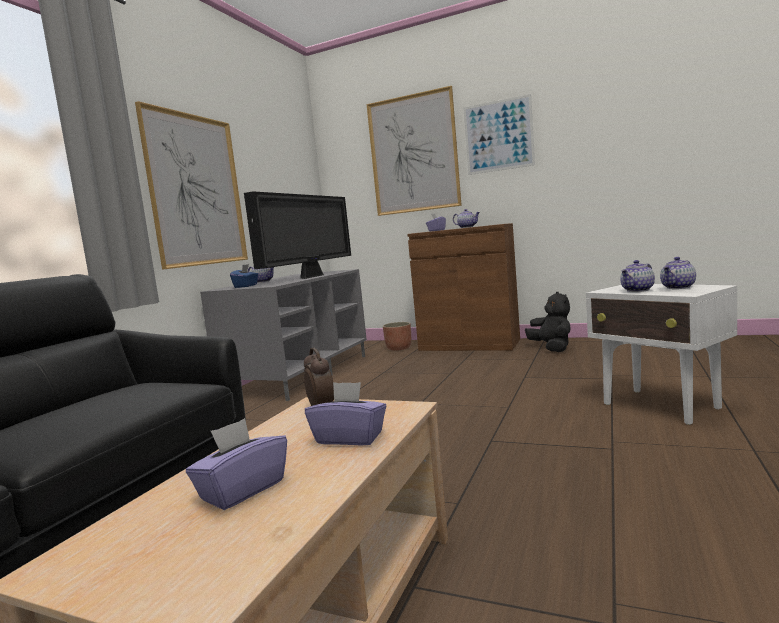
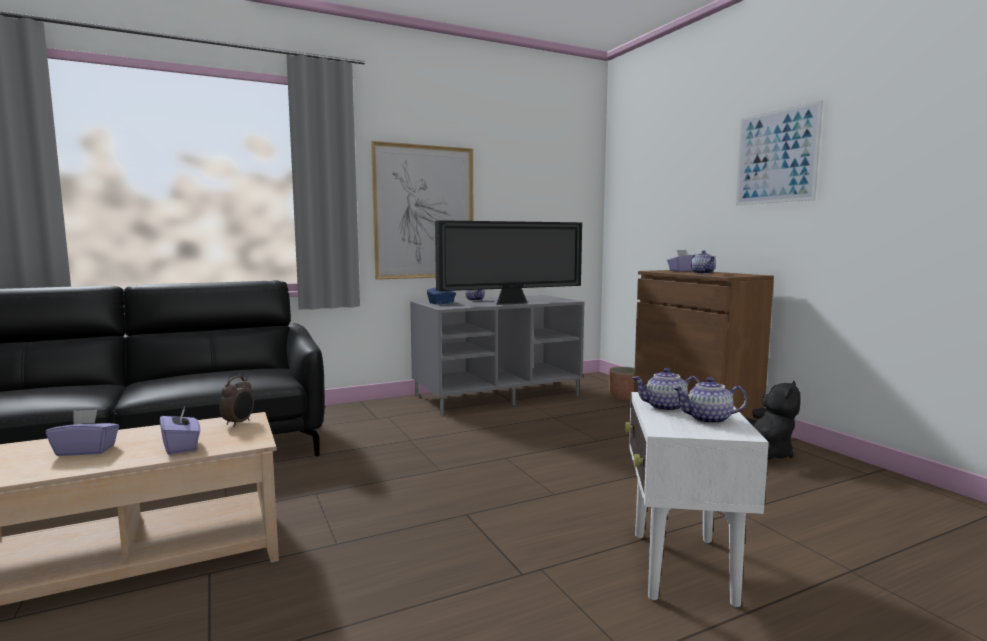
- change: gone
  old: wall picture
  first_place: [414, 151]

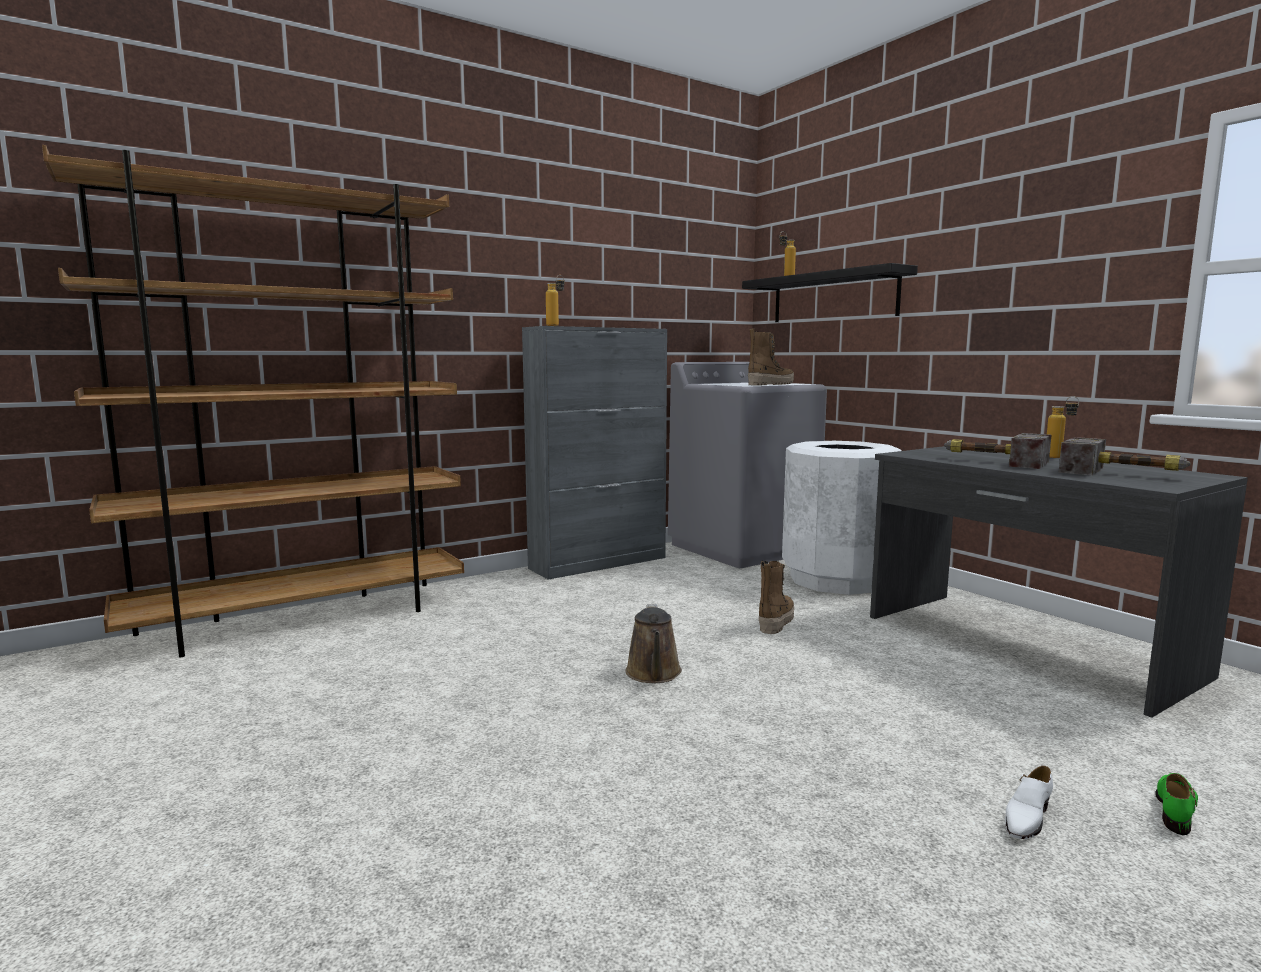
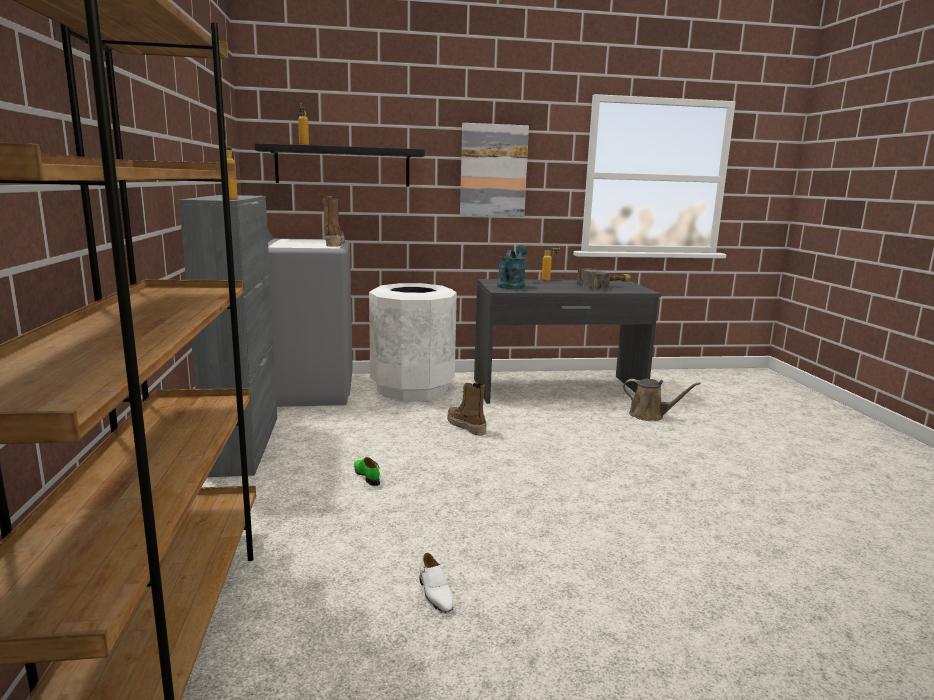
- change: gone
  old: tool hammer
  first_place: [998, 451]
- change: new
  new: wall picture
  second_place: [494, 169]
- change: new
  new: sprinkling can/turquoise-coloured
  second_place: [512, 267]
- change: shifted
  old: sprinkling can/brownish
  first_place: [654, 643]
  second_place: [662, 400]
- change: shifted
  old: item of footwear/white-coloured
  first_place: [1029, 802]
  second_place: [436, 583]
- change: shifted
  old: item of footwear/green-coloured
  first_place: [1177, 804]
  second_place: [367, 471]

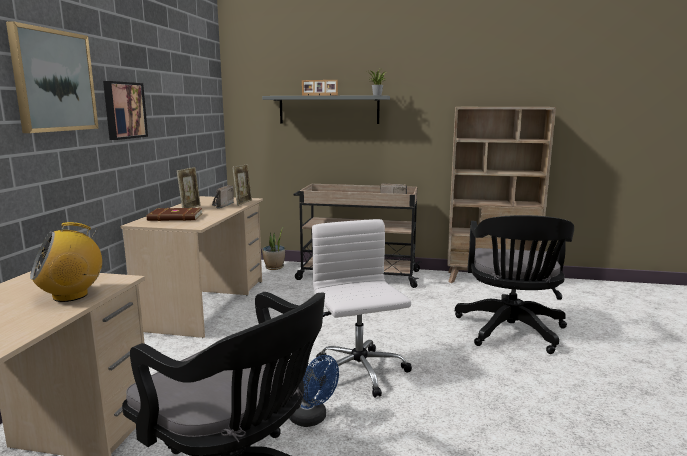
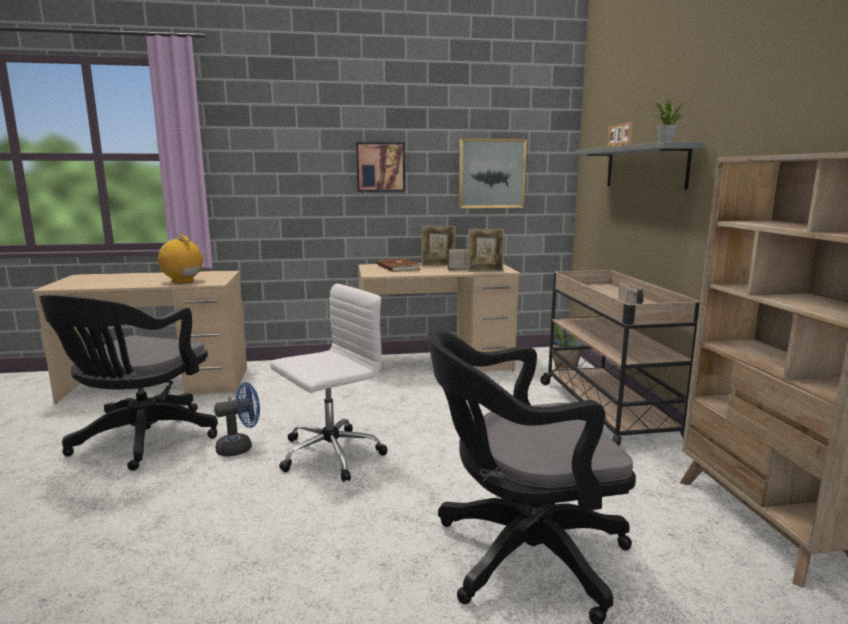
- change: shifted
  old: wall picture
  first_place: [52, 77]
  second_place: [492, 173]
- change: rotated
  old: electric fan/blue
  first_place: [314, 391]
  second_place: [237, 420]
  degrees: -135

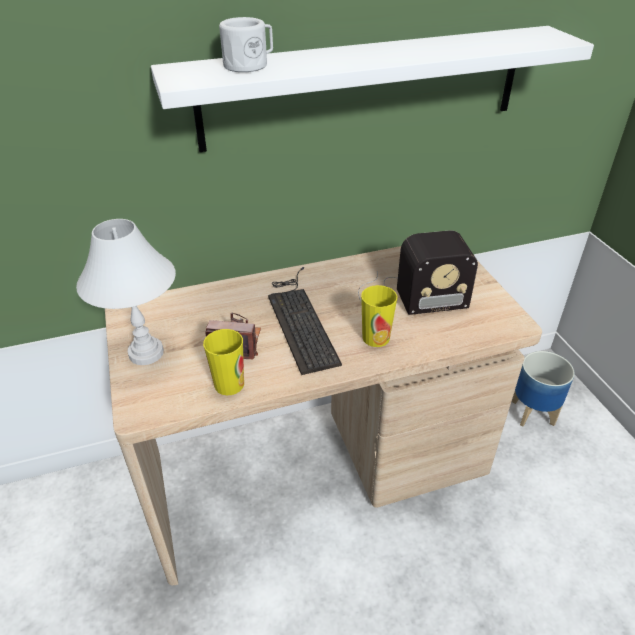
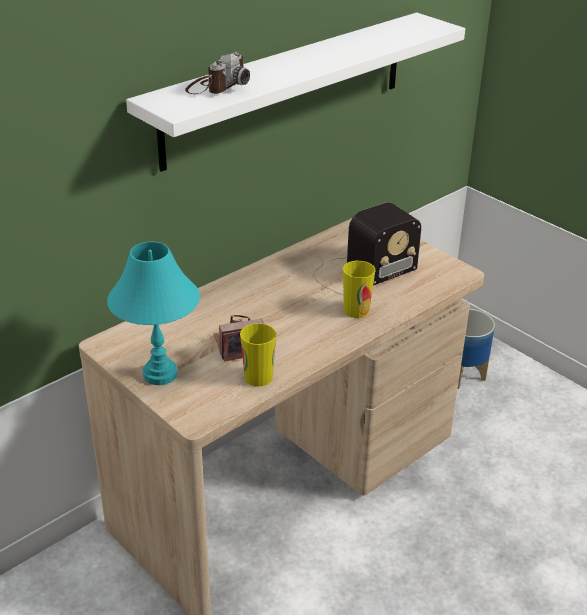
- change: gone
  old: computer keyboard
  first_place: [305, 321]
- change: swapped
  old: mug/white-coloured
  new: still camera
  first_place: [246, 44]
  second_place: [217, 73]
- change: repainted
  old: table lamp/white-coloured
  new: table lamp/turquoise-coloured
  first_place: [126, 292]
  second_place: [153, 313]

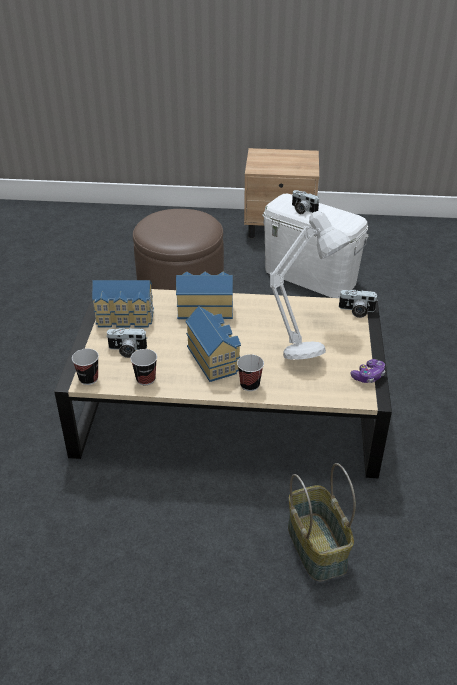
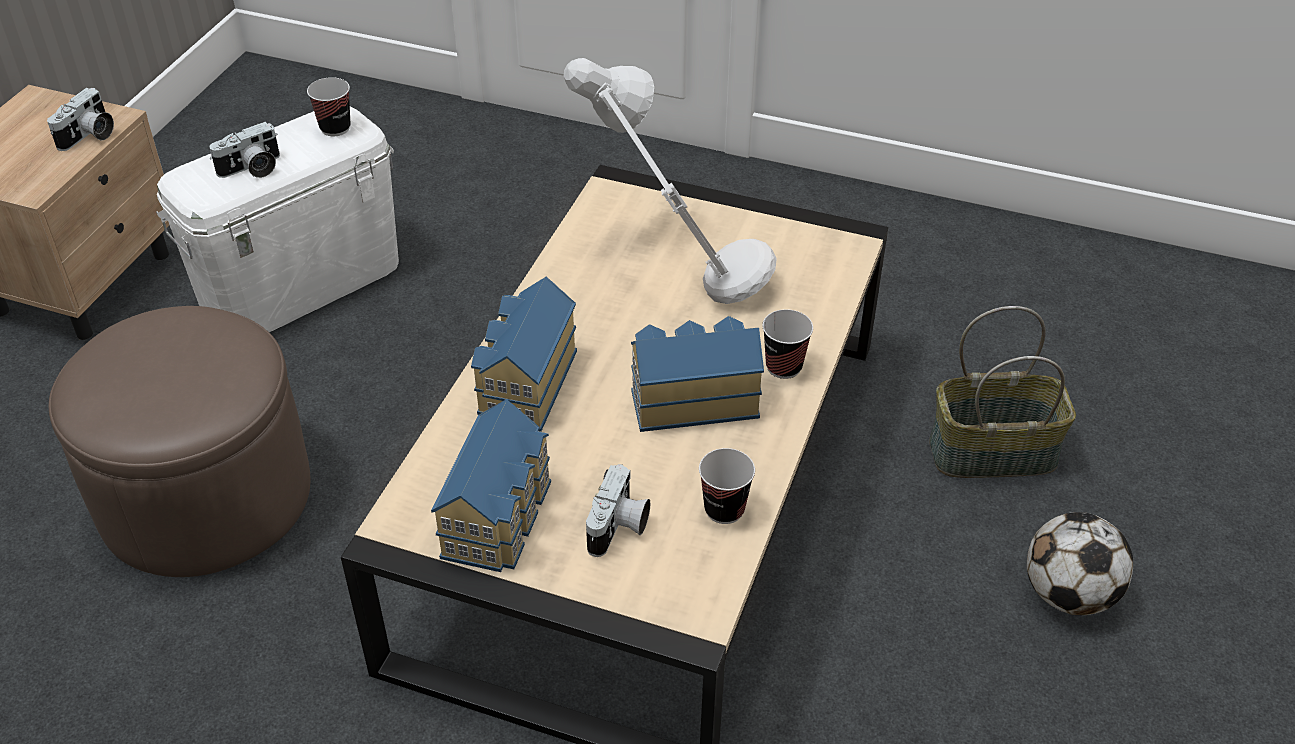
- change: gone
  old: game controller
  first_place: [368, 371]
- change: new
  new: football ball
  second_place: [1080, 563]
- change: shifted
  old: cup
  first_place: [85, 367]
  second_place: [328, 106]
- change: shifted
  old: still camera
  first_place: [357, 304]
  second_place: [80, 119]

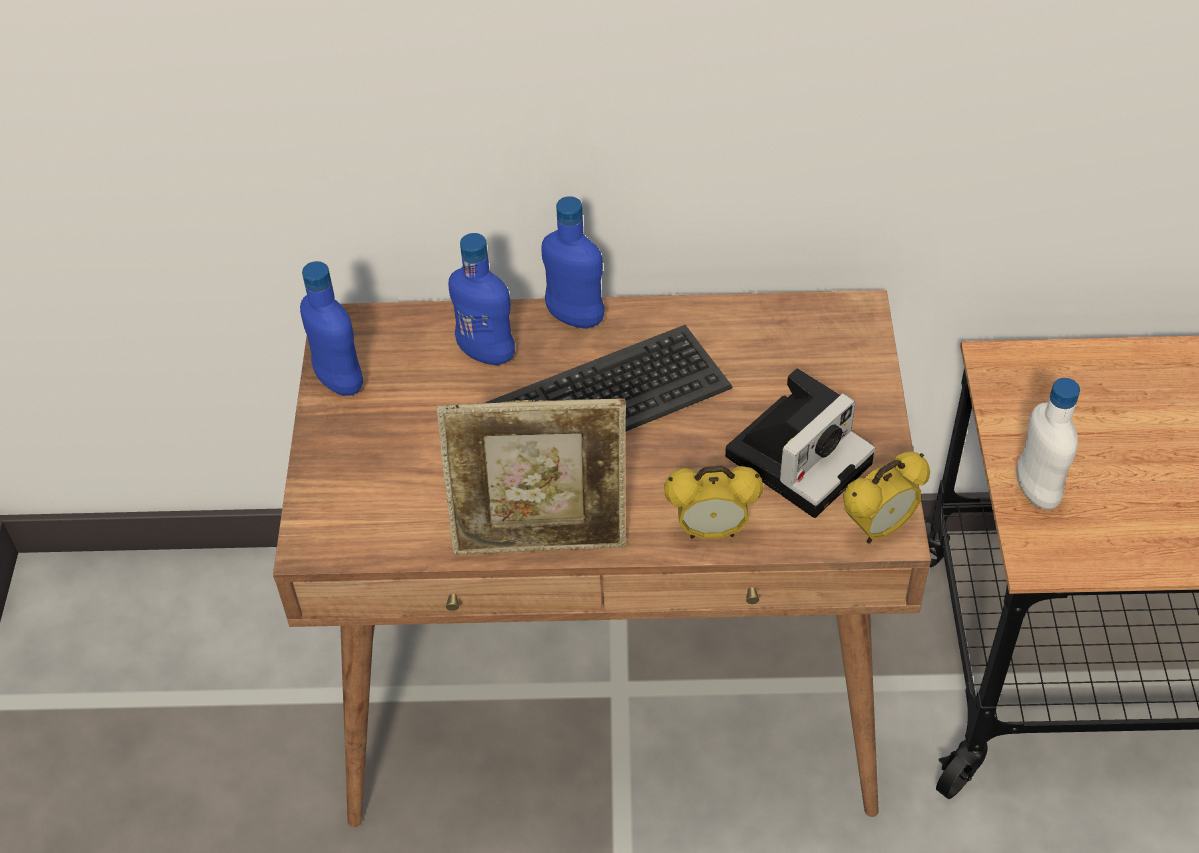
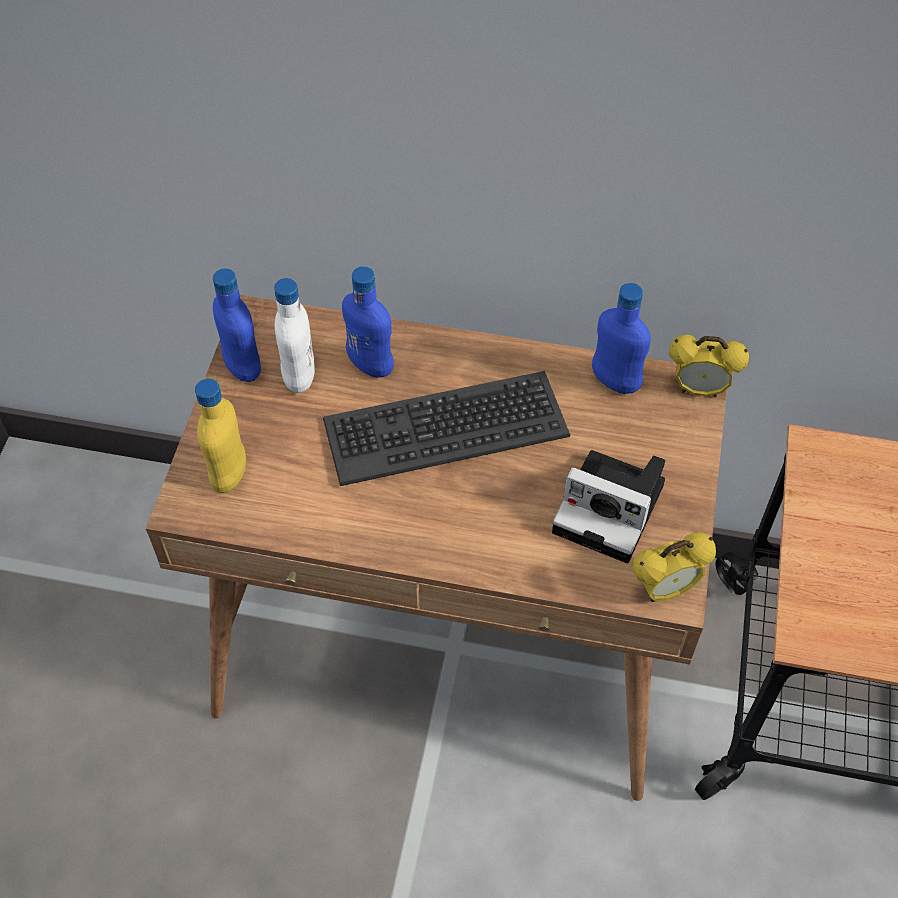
- change: gone
  old: standing frame
  first_place: [531, 476]
- change: new
  new: bottle/yellowish
  second_place: [220, 436]
- change: shifted
  old: bottle/blue
  first_place: [572, 262]
  second_place: [621, 338]
- change: shifted
  old: alarm clock
  first_place: [713, 502]
  second_place: [709, 366]
- change: shifted
  old: bottle/white-coloured
  first_place: [1048, 444]
  second_place: [294, 335]
- change: rotated
  old: still camera
  first_place: [800, 443]
  second_place: [608, 506]
  degrees: 60

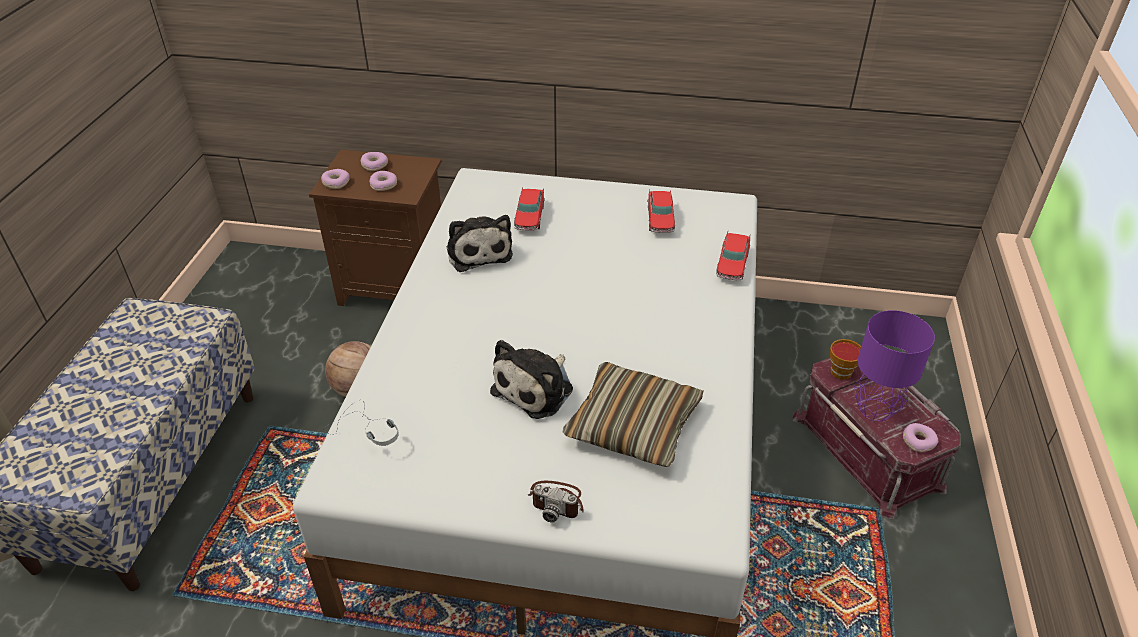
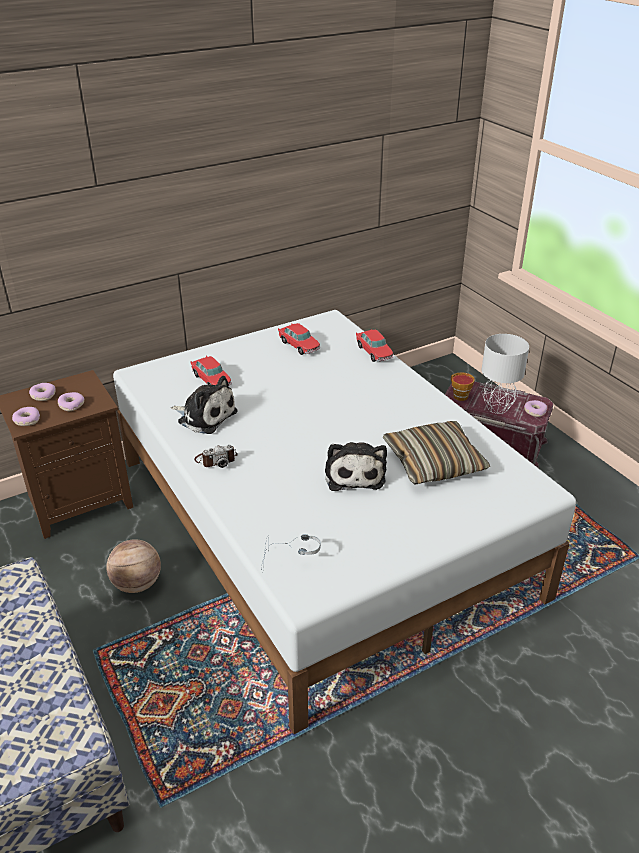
- change: shifted
  old: still camera
  first_place: [556, 502]
  second_place: [216, 456]
- change: repainted
  old: table lamp/purple
  new: table lamp/greyish
  first_place: [894, 365]
  second_place: [505, 374]

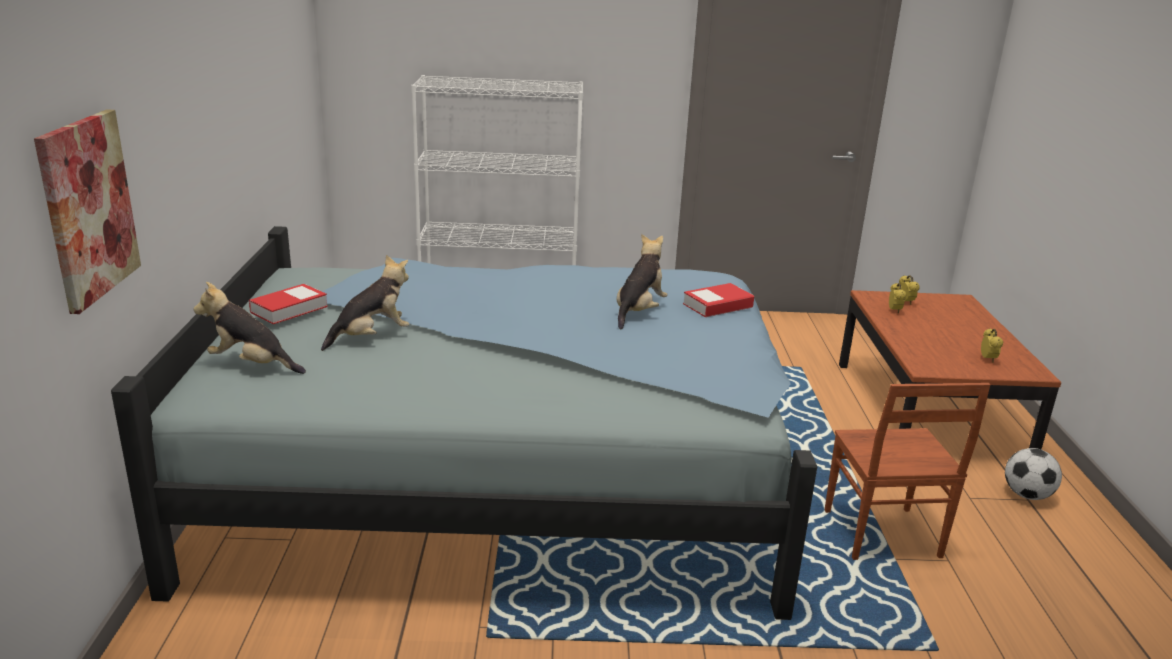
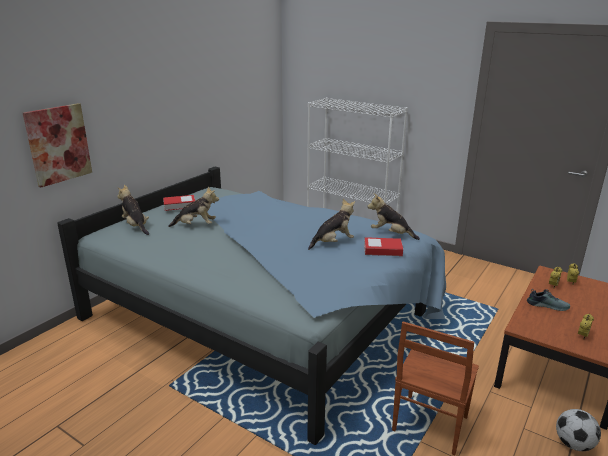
- change: new
  new: cuddly toy
  second_place: [393, 216]
- change: new
  new: item of footwear
  second_place: [548, 300]

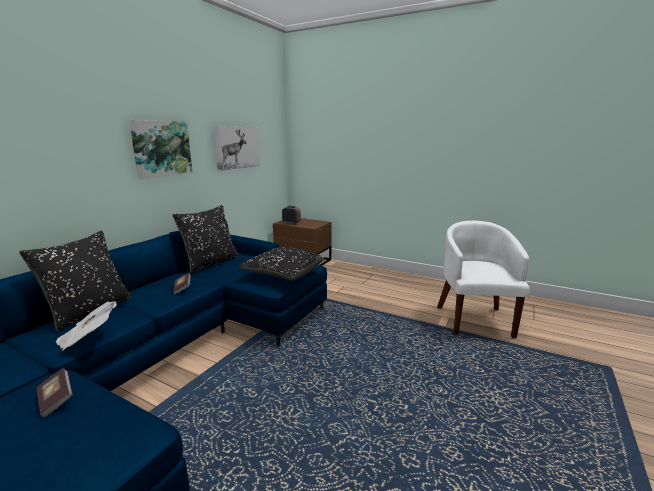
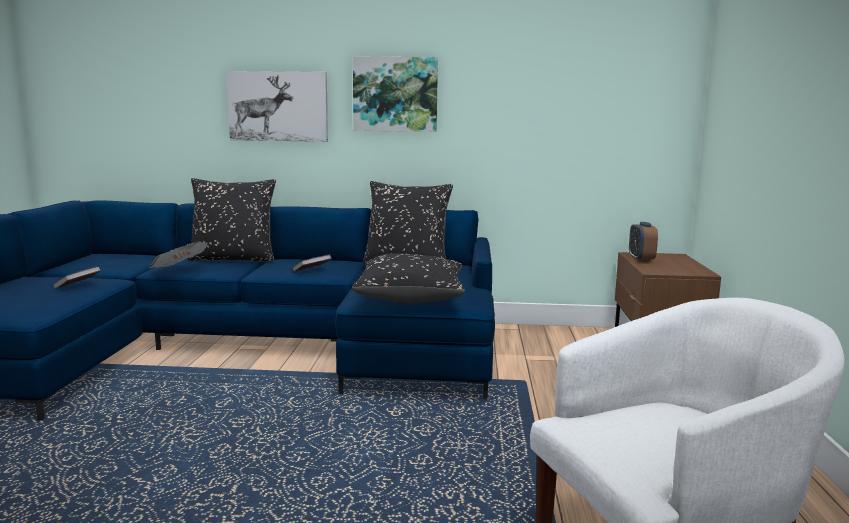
- change: shifted
  old: wall picture
  first_place: [237, 148]
  second_place: [277, 106]

